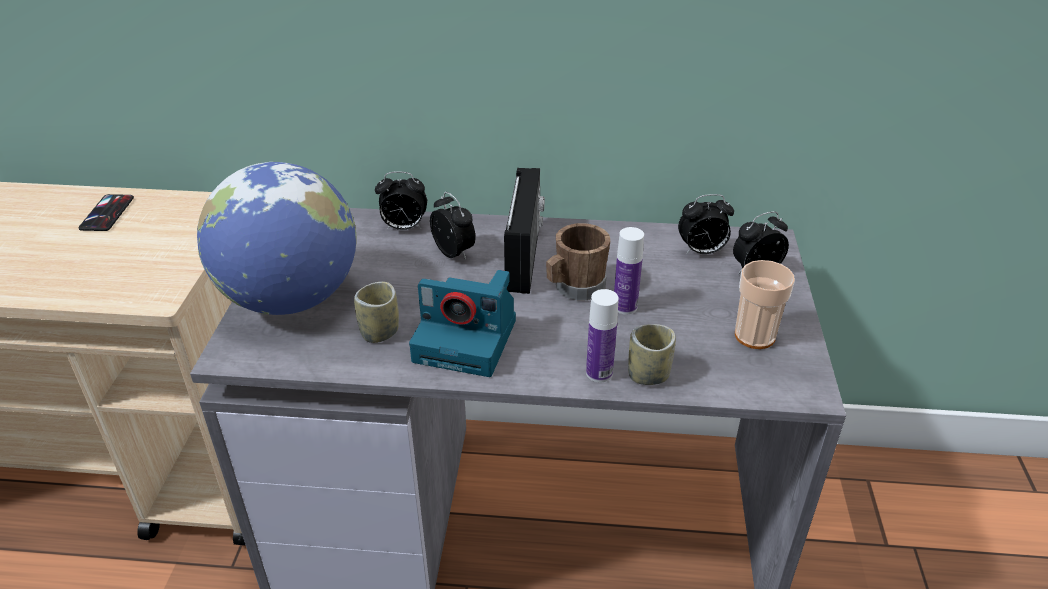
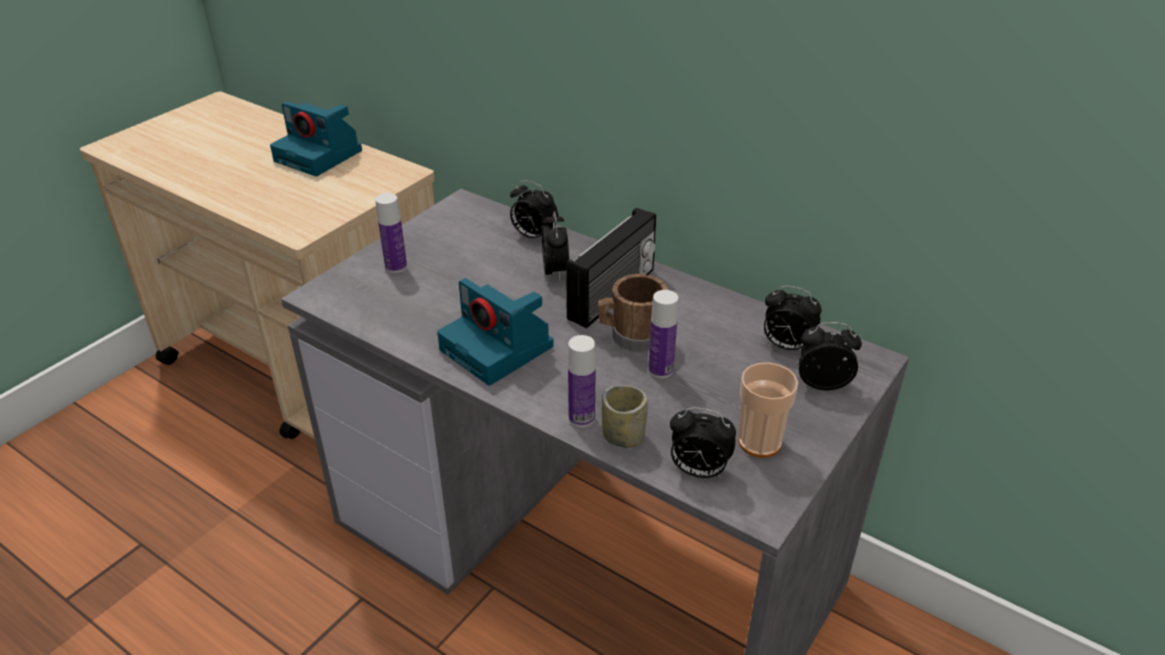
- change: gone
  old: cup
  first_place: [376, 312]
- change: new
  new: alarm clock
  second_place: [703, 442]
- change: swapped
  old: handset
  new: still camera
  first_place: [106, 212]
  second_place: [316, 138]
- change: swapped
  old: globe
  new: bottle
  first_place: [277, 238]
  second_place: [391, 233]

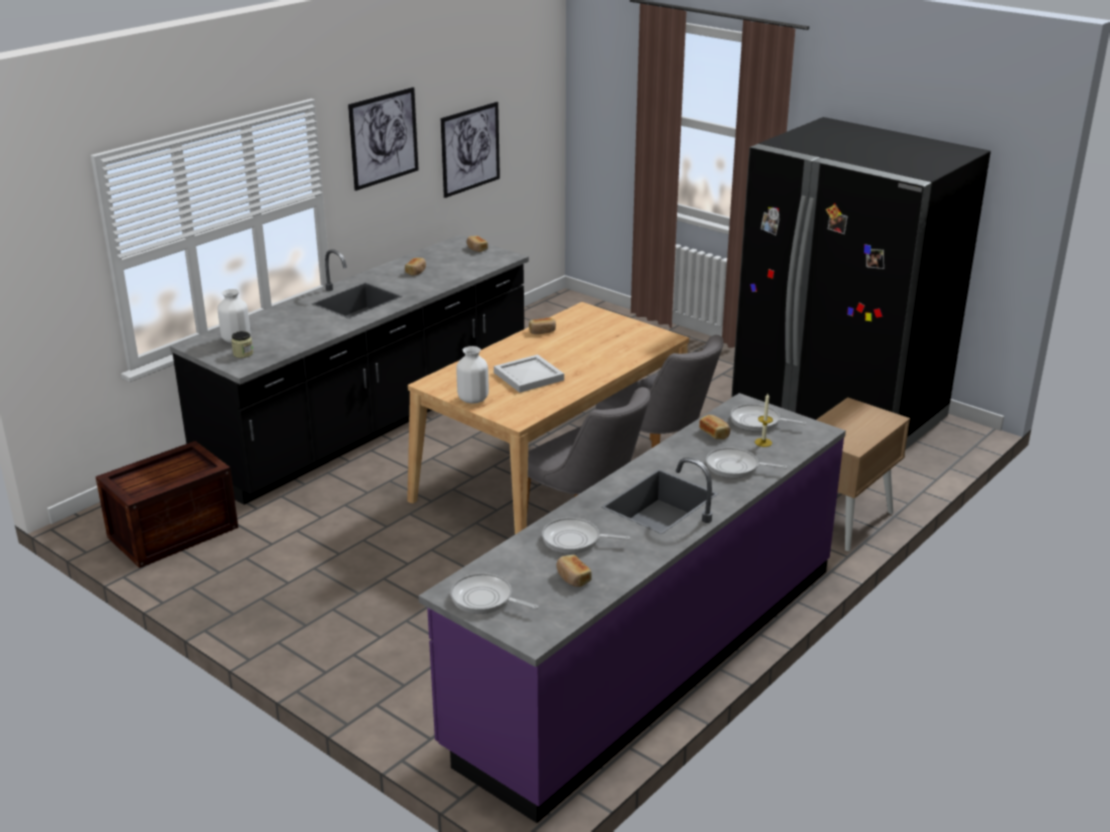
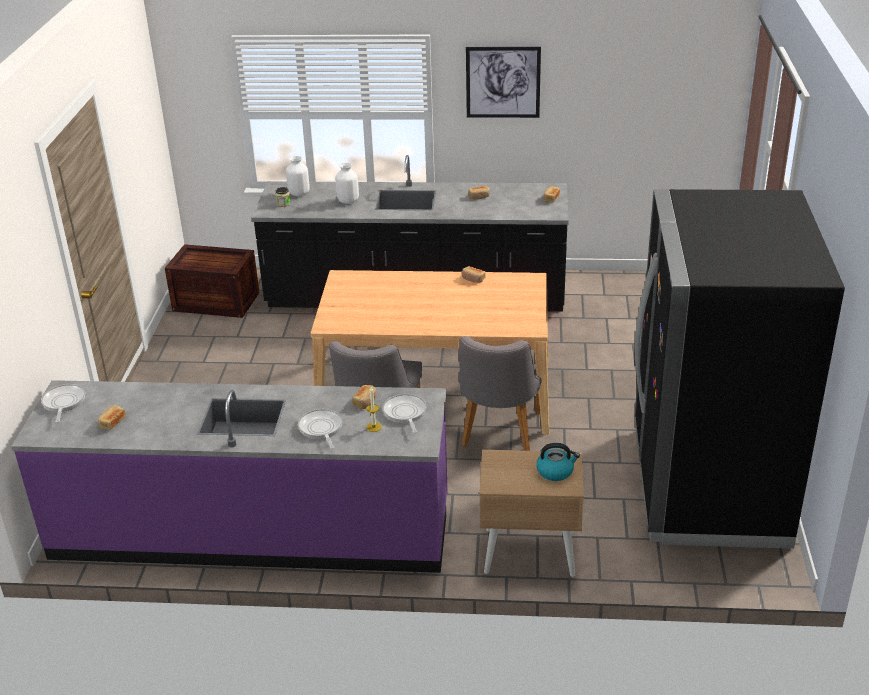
- change: gone
  old: wall picture
  first_place: [470, 150]
- change: gone
  old: serving tray/white-coloured
  first_place: [529, 373]
- change: gone
  old: skillet
  first_place: [586, 536]
- change: new
  new: tea kettle
  second_place: [558, 462]
- change: shifted
  old: vase/white-coloured
  first_place: [472, 375]
  second_place: [347, 183]

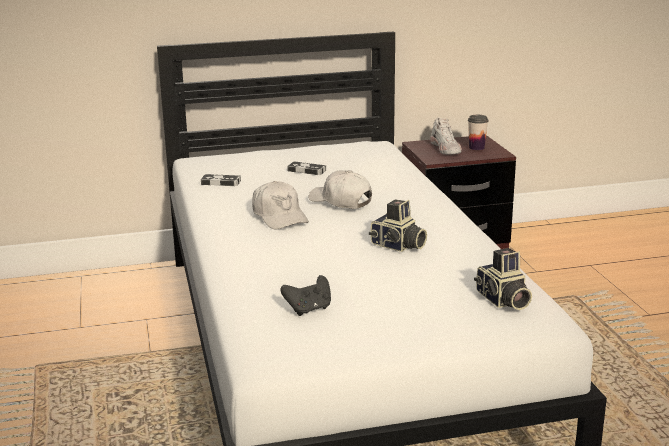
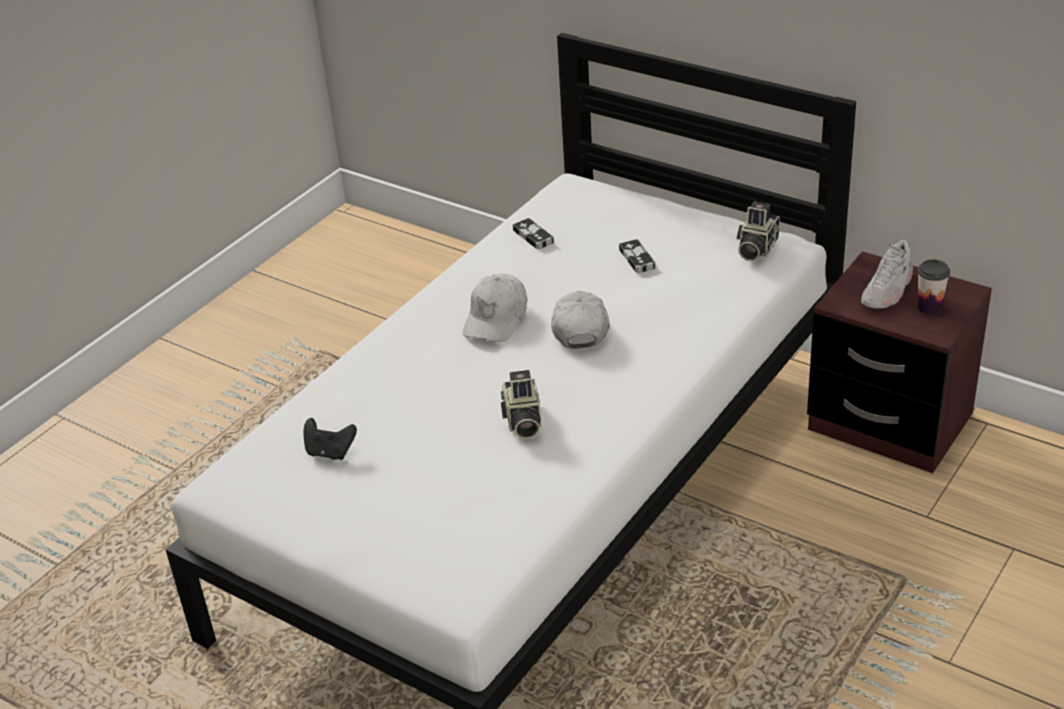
- change: shifted
  old: still camera
  first_place: [503, 279]
  second_place: [758, 231]

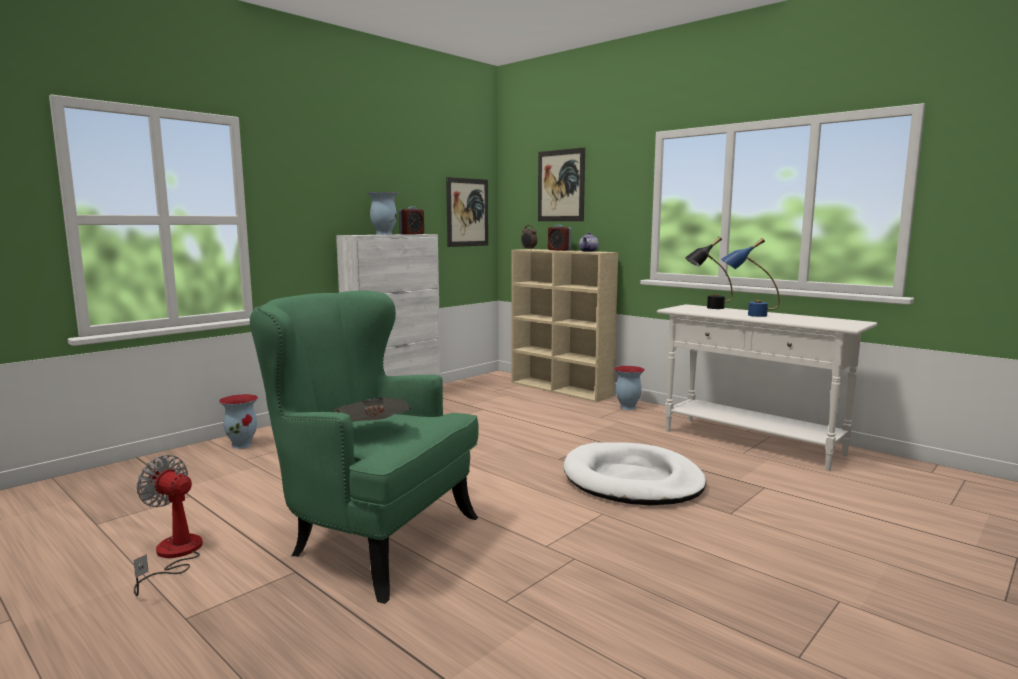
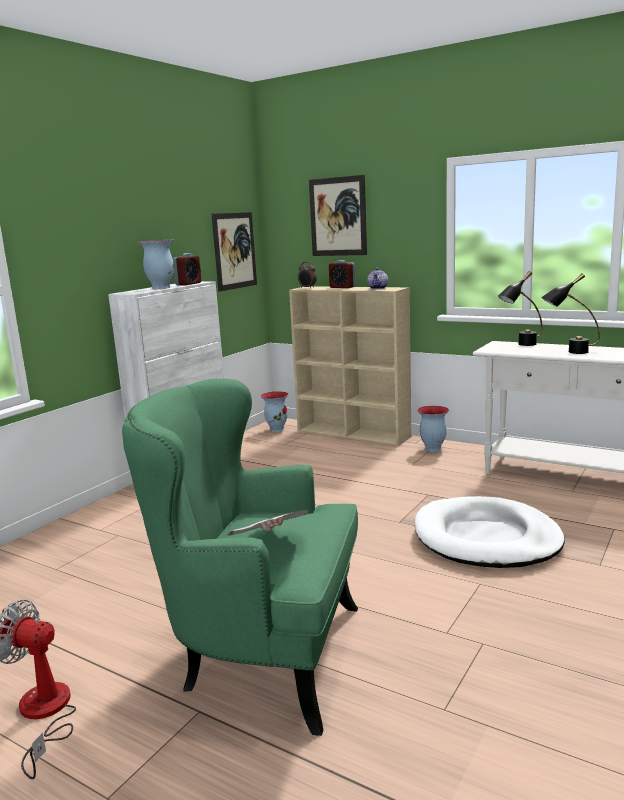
- change: shifted
  old: vase
  first_place: [238, 421]
  second_place: [275, 411]
- change: repainted
  old: table lamp/blue
  new: table lamp/blackish
  first_place: [750, 277]
  second_place: [570, 313]

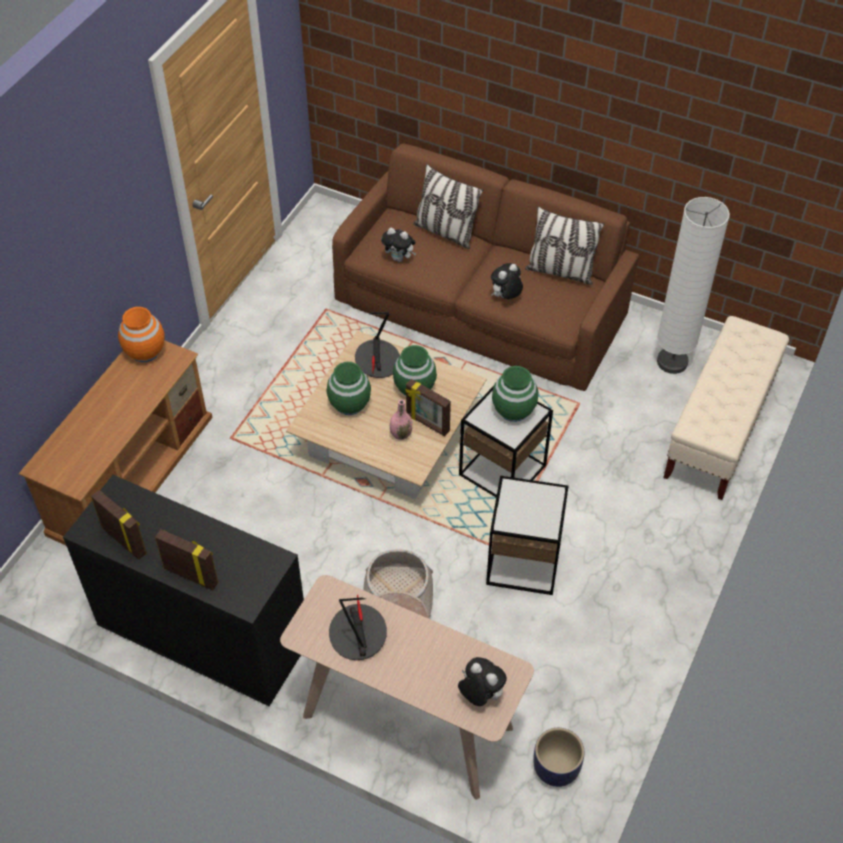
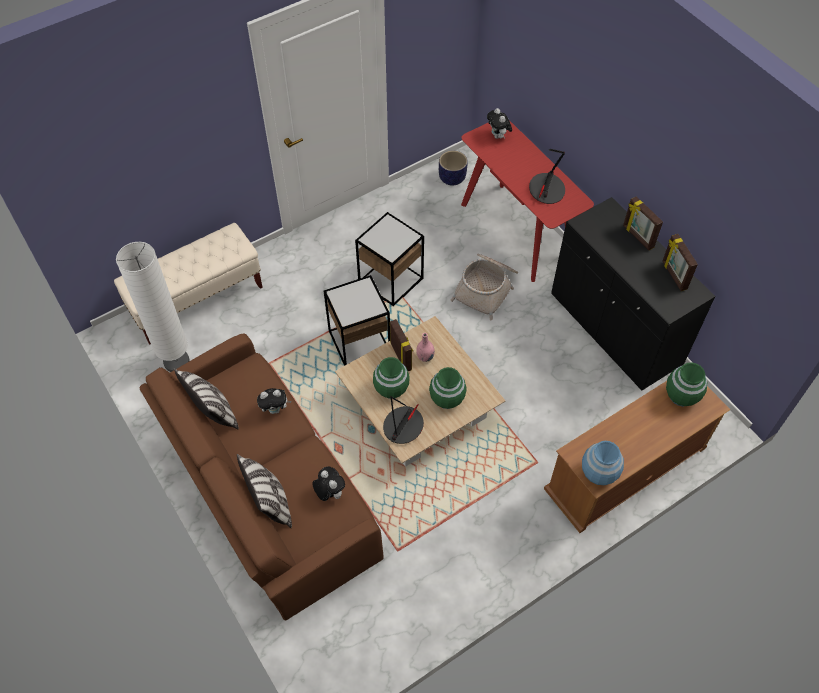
- change: shifted
  old: vase/green-coloured
  first_place: [515, 394]
  second_place: [687, 384]
- change: repainted
  old: vase/orange-coloured
  new: vase/blue
  first_place: [141, 334]
  second_place: [603, 463]
- change: repainted
  old: console table/sand-coloured
  new: console table/red-coloured
  first_place: [407, 687]
  second_place: [527, 201]

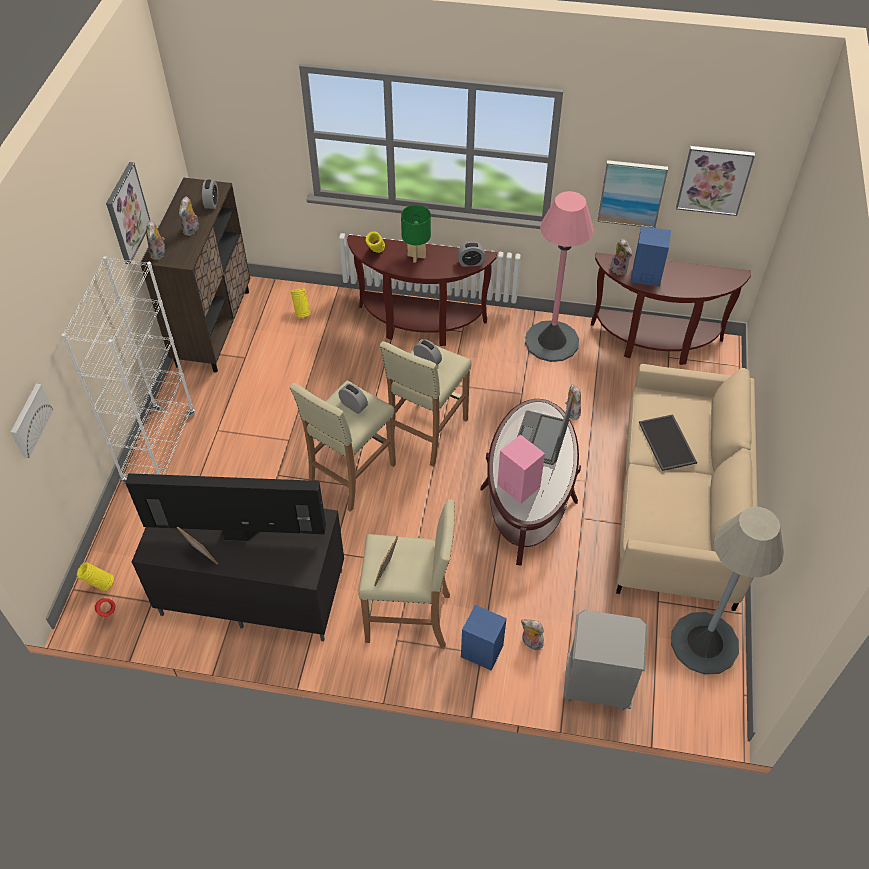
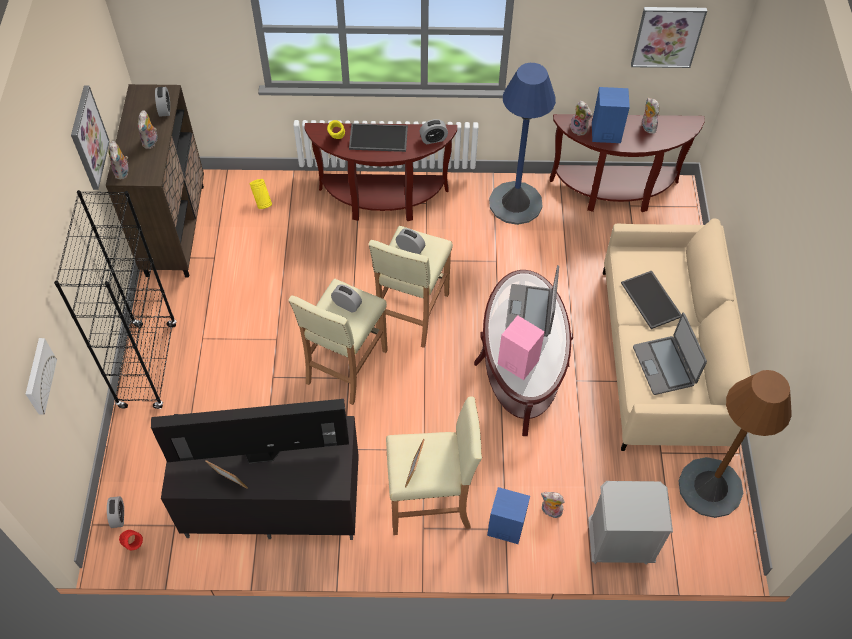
- change: gone
  old: wall picture
  first_place: [633, 194]
- change: new
  new: notebook computer
  second_place: [670, 354]
- change: shifted
  old: cuddly toy
  first_place: [573, 402]
  second_place: [651, 116]
- change: swapped
  old: vase/yellowish
  new: alarm clock
  first_place: [95, 576]
  second_place: [115, 512]
- change: swapped
  old: table lamp/green-coloured
  new: serving tray
  first_place: [416, 234]
  second_place: [378, 137]
- change: repainted
  old: bookshelf/white-coloured
  new: bookshelf/blackish
  first_place: [128, 370]
  second_place: [115, 299]
- change: repainted
  old: standing lamp/pinkish
  new: standing lamp/blue
  first_place: [559, 276]
  second_place: [522, 144]
- change: repainted
  old: standing lamp/greyish
  new: standing lamp/brownish
  first_place: [727, 591]
  second_place: [735, 444]

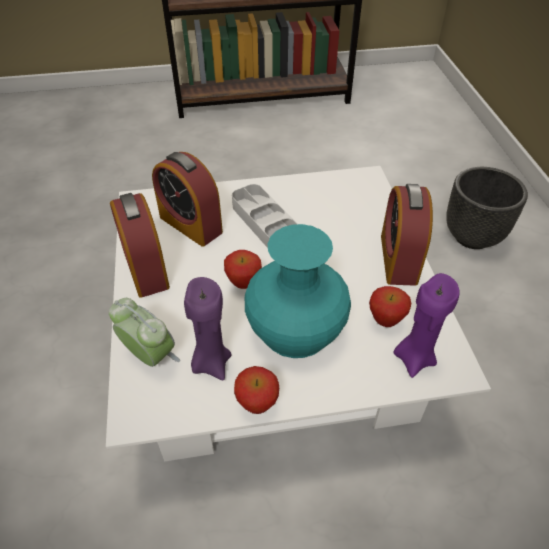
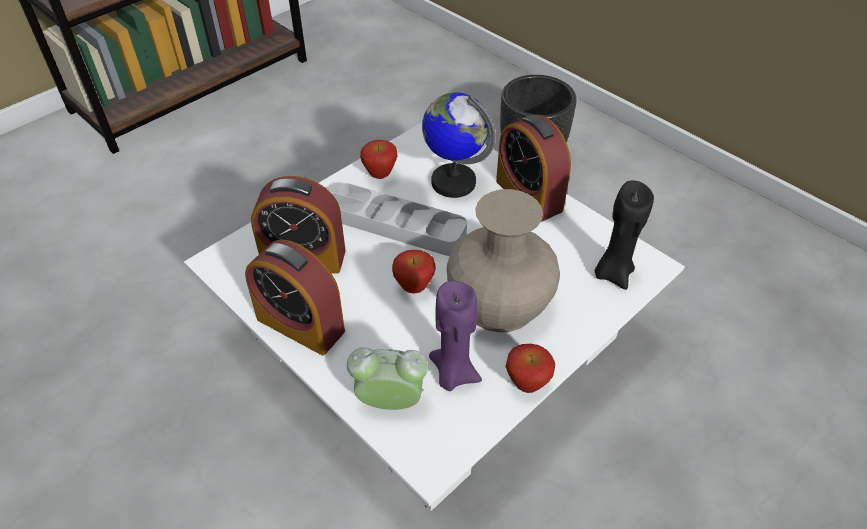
- change: new
  new: globe
  second_place: [458, 145]
- change: shifted
  old: apple fruit
  first_place: [390, 306]
  second_place: [378, 159]
- change: repainted
  old: vase/turquoise-coloured
  new: vase/sand-coloured
  first_place: [298, 291]
  second_place: [503, 260]
- change: repainted
  old: wax candle/purple
  new: wax candle/blackish
  first_place: [426, 325]
  second_place: [624, 235]

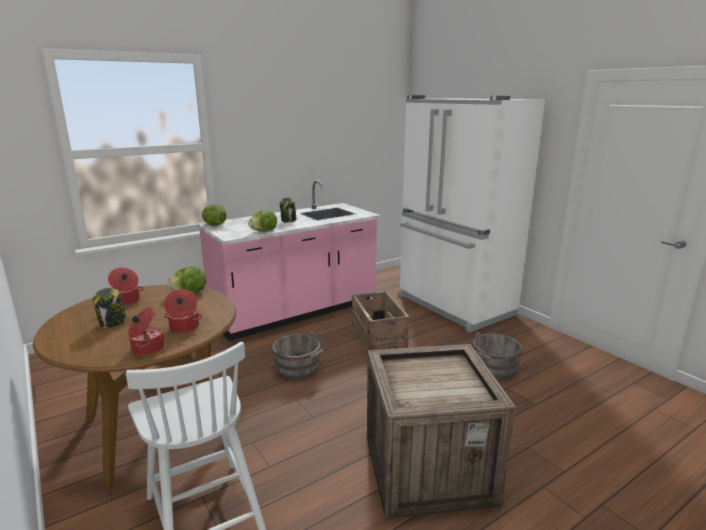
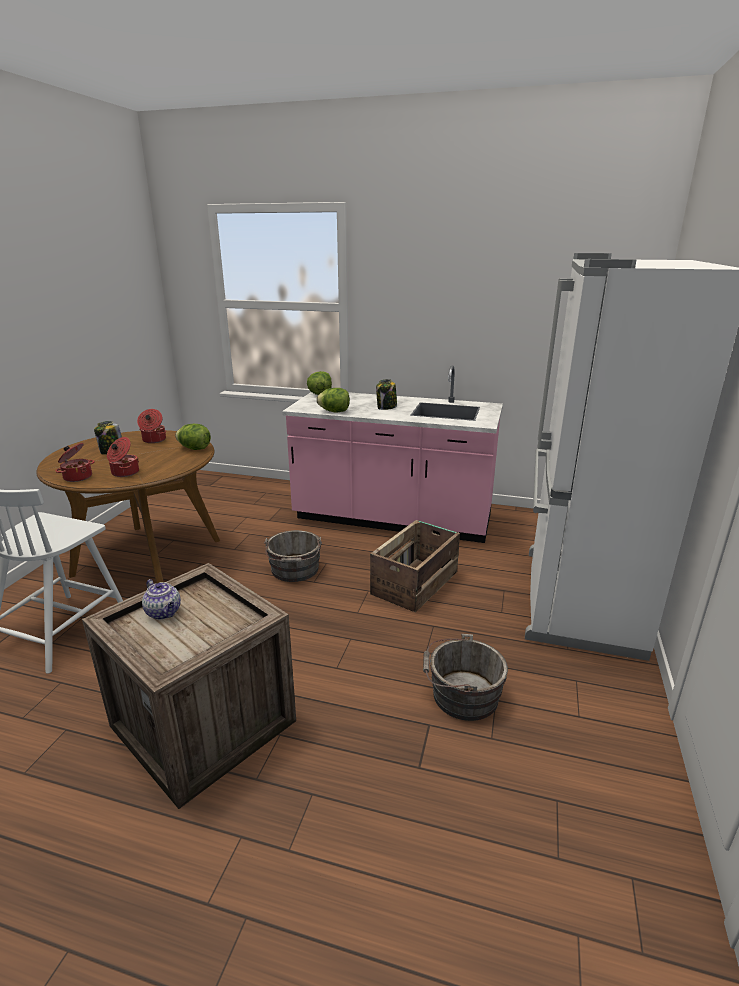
- change: new
  new: teapot
  second_place: [161, 599]

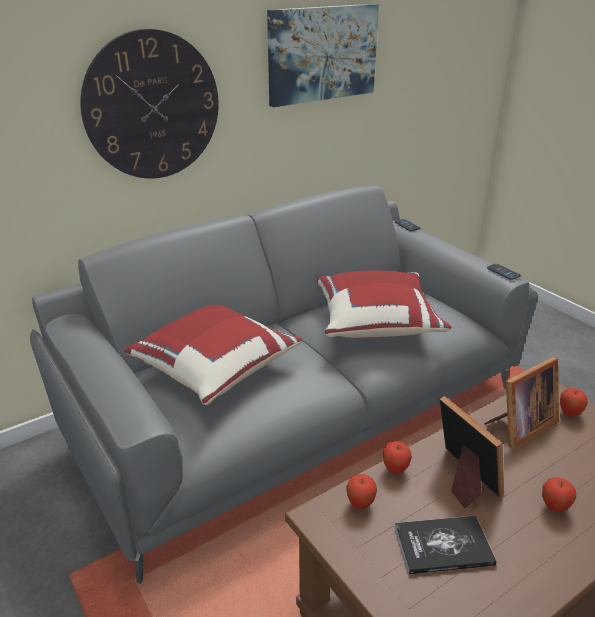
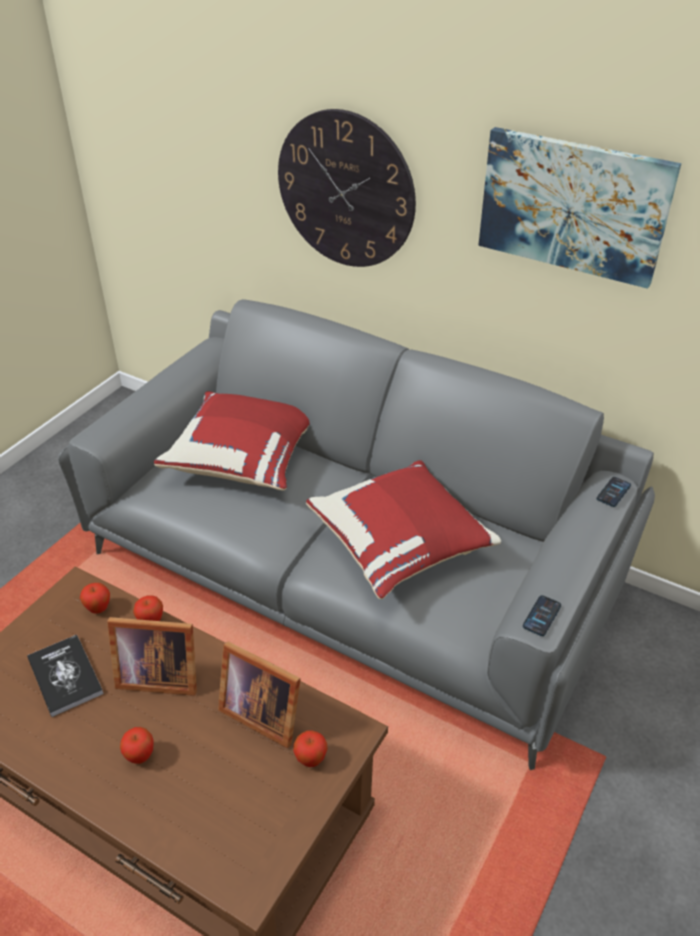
- change: rotated
  old: standing frame
  first_place: [471, 452]
  second_place: [152, 656]
  degrees: 60

